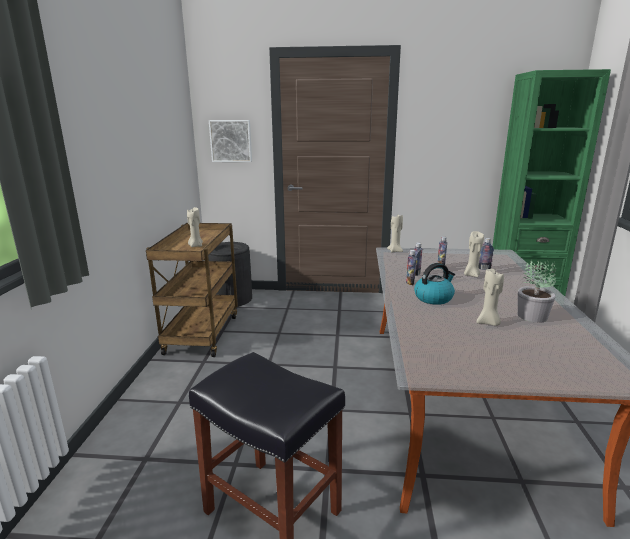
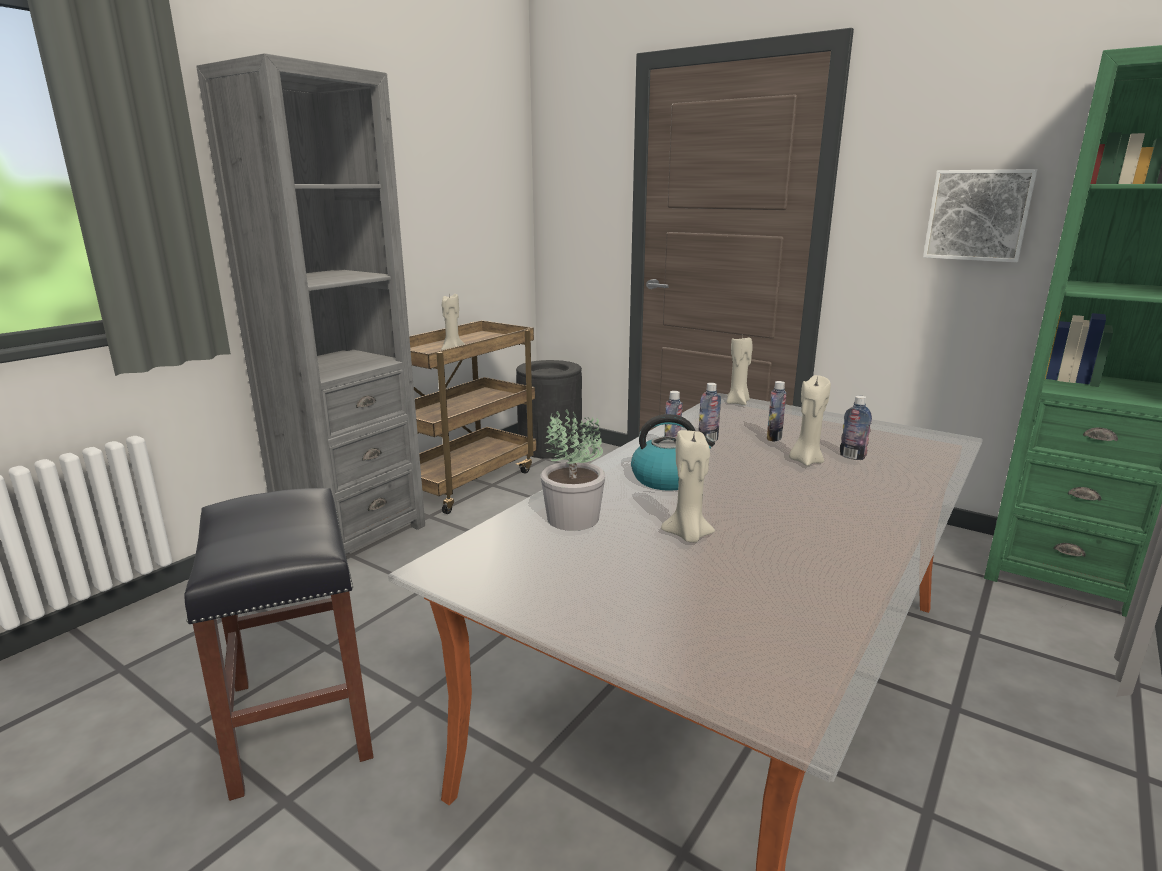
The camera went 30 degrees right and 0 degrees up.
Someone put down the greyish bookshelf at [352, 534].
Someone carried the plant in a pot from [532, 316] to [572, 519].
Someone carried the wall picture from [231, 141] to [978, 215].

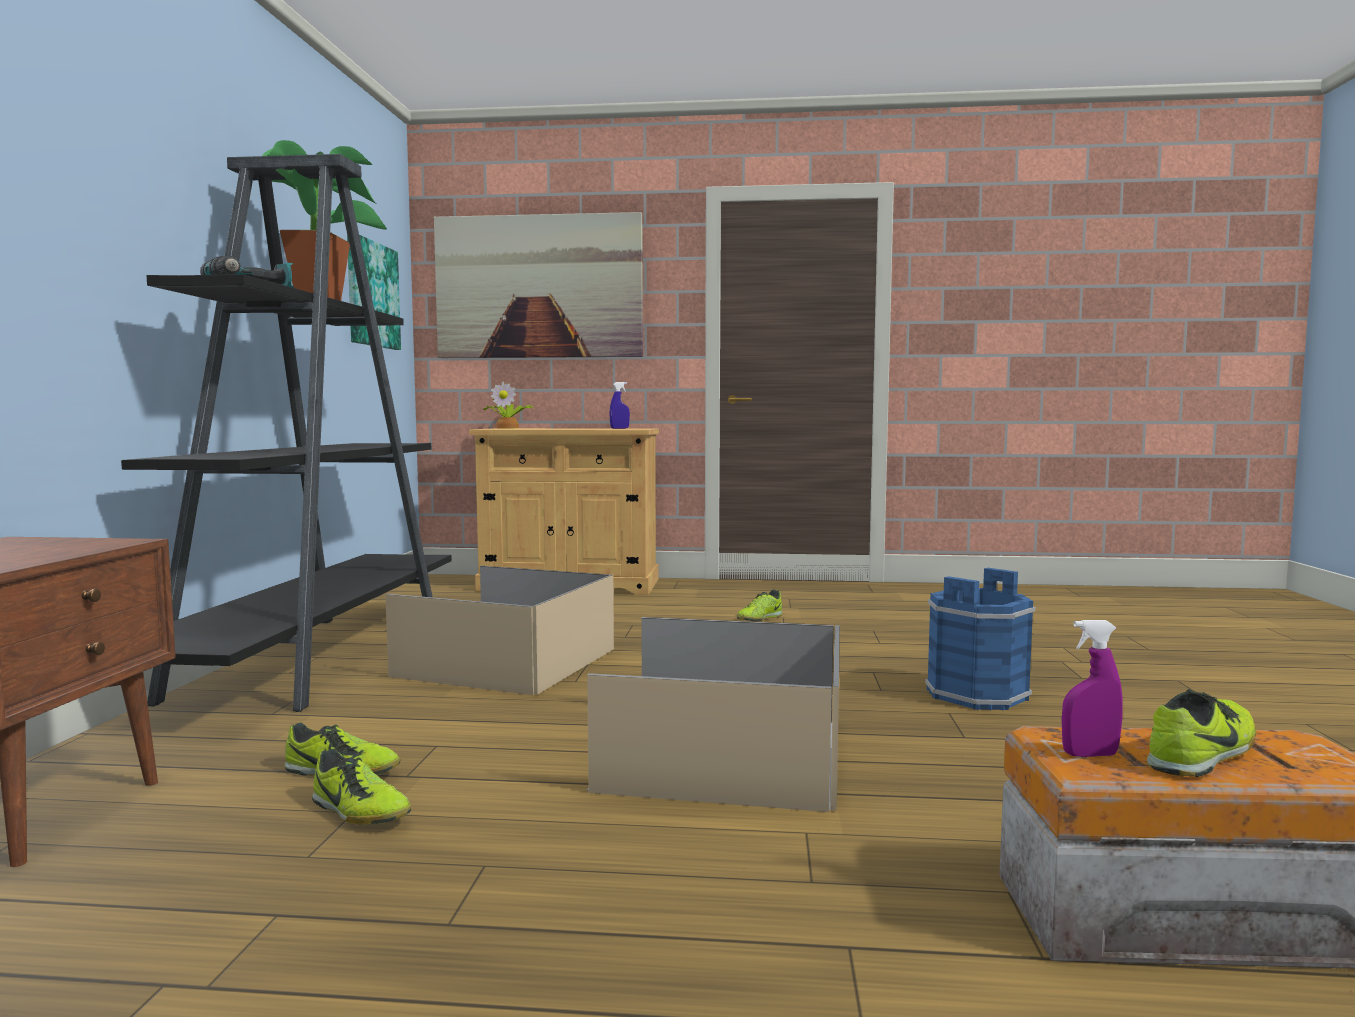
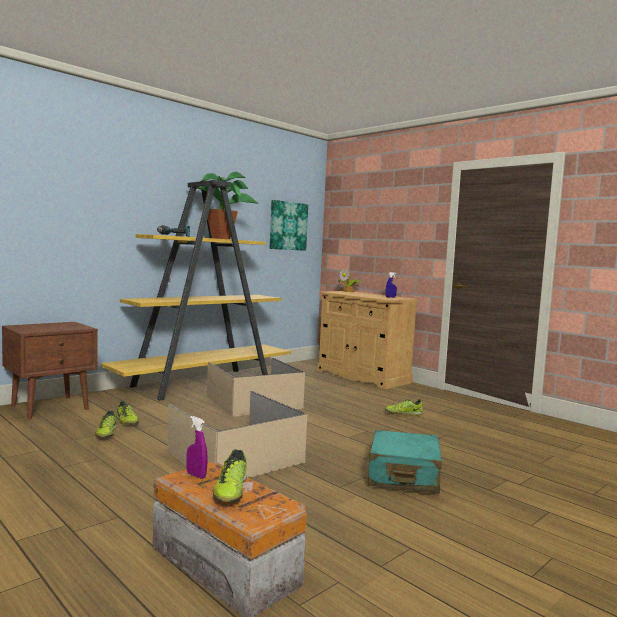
The camera went 40 degrees right and 0 degrees up.
Someone repainted the black-coloured bookshelf at [318, 657], which became the yellow bookshelf at [204, 383].
Someone rotated the item of footwear at [1203, 753] by 90 degrees clockwise.
Someone swapped the blue pail at [978, 694] for the turquoise piece of luggage at [403, 476].
Someone took away the wall picture at [539, 287].

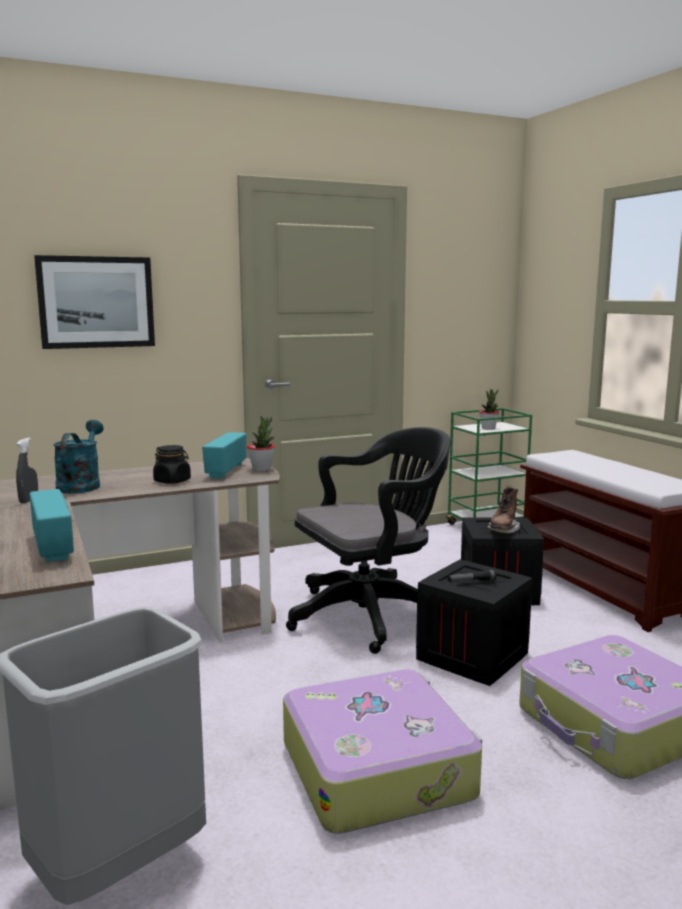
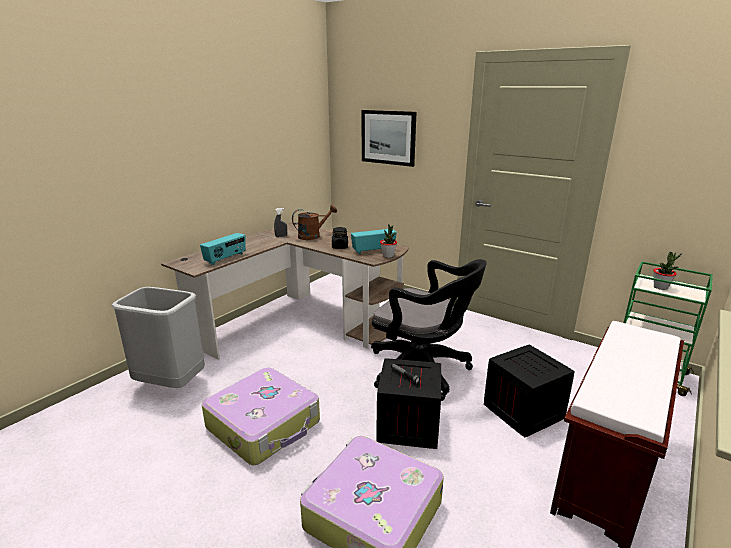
The camera went 60 degrees right and 10 degrees up.
Someone repainted the turquoise watering can at [81, 485], which became the brownish watering can at [313, 236].
Someone took away the brownish tall boot at [503, 530].

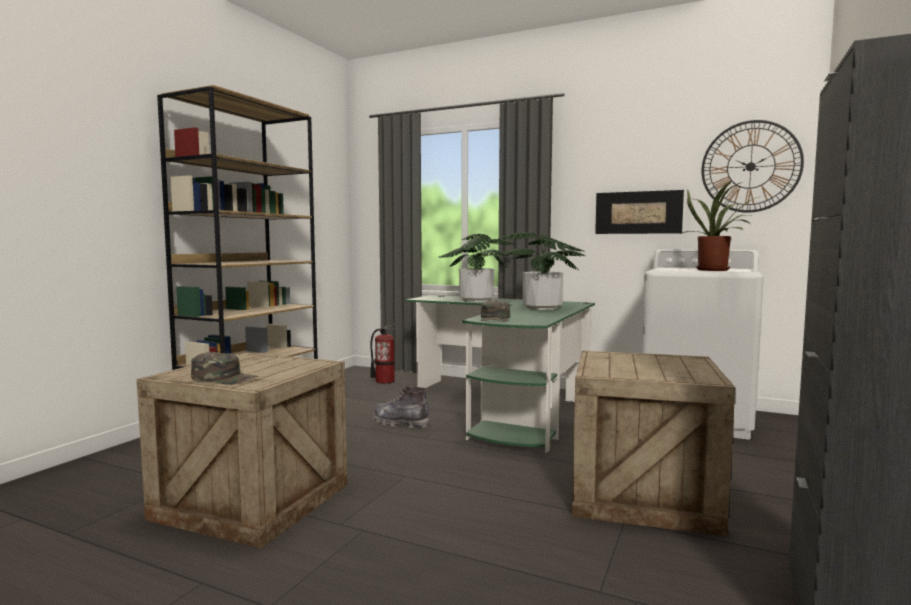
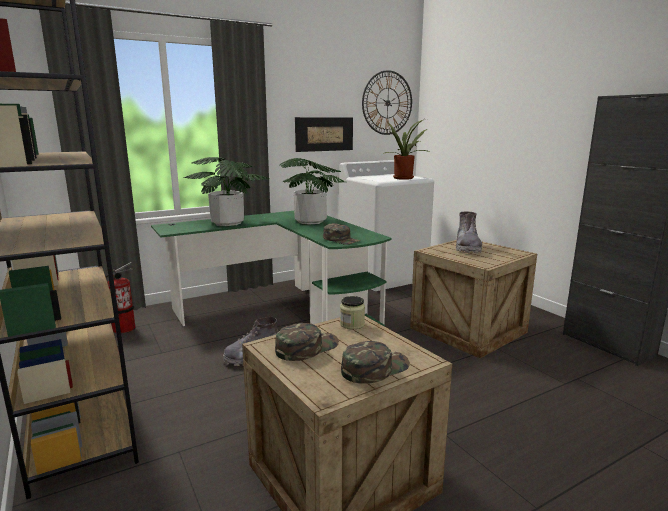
The camera went 55 degrees left and 10 degrees up.
Someone put down the green baseball cap at [306, 347].
Someone put down the preserve jar at [352, 324].
Someone put down the greyish tall boot at [467, 248].

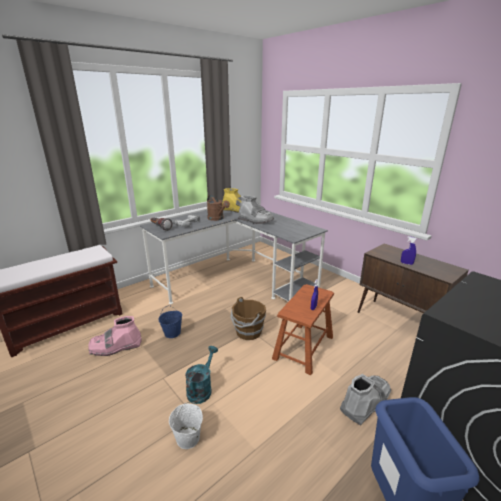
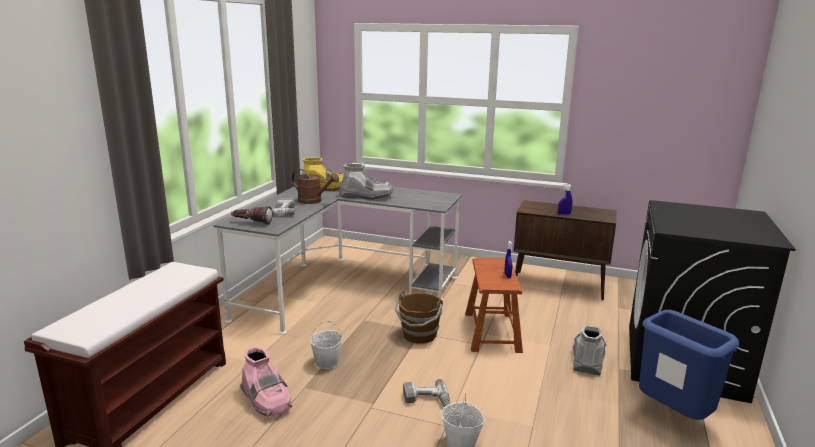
The camera went 30 degrees left and 5 degrees down.
Someone rotated the pinkish tall boot at [116, 347] by 75 degrees counterclockwise.
Someone repainted the blue pail at [172, 333], which became the whitish pail at [327, 362].
Someone swapped the turquoise watering can at [201, 389] for the drill at [427, 401].

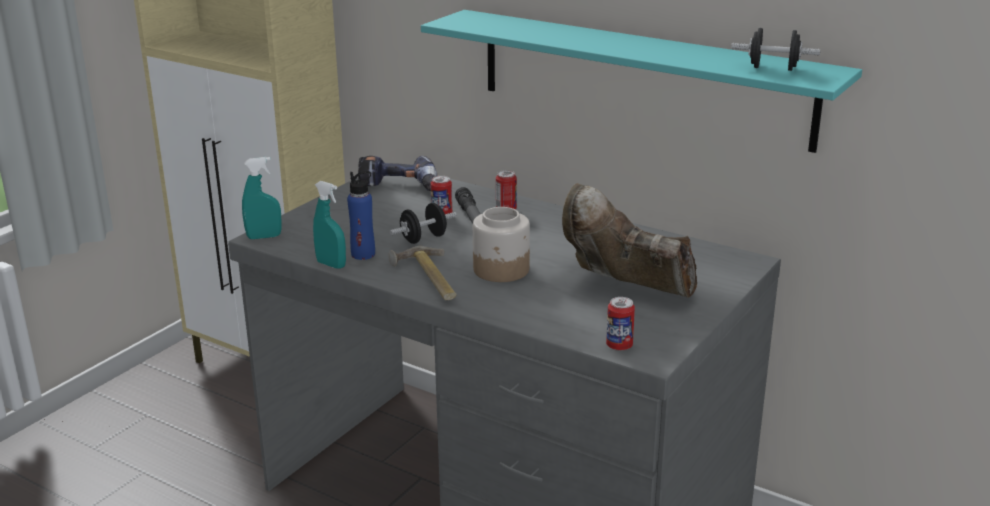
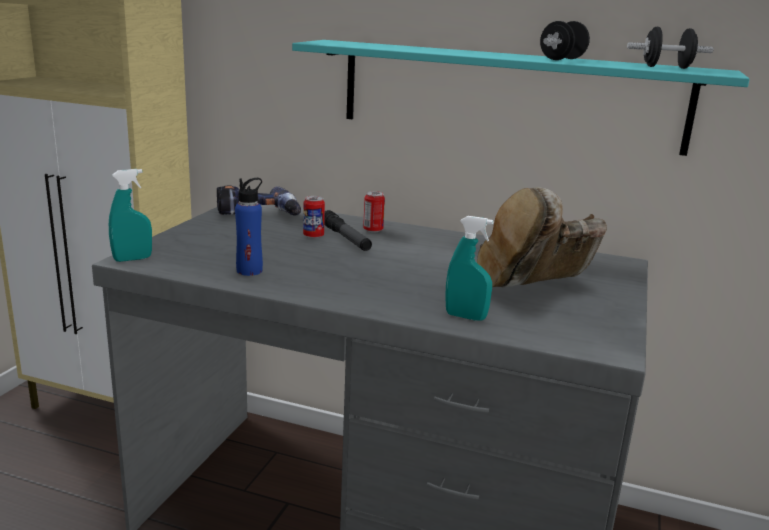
The camera went 15 degrees left and 5 degrees down.
Someone carried the turquoise spray bottle from [331, 264] to [465, 317].
Someone rotated the brownish tall boot at [625, 290] by 45 degrees counterclockwise.
Someone carried the black-coloured dumbbell from [423, 238] to [562, 59].
Someone took away the hand hammer at [427, 280].
Someone took away the preserve jar at [501, 270].
Someone took away the can at [619, 346].

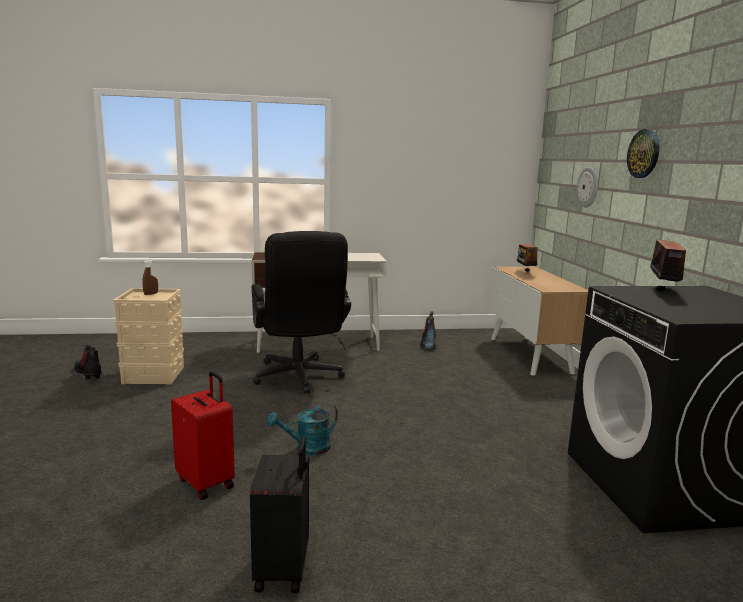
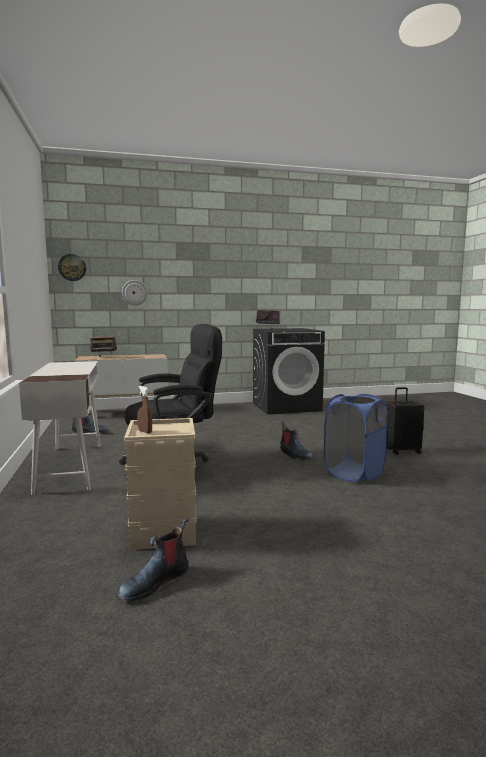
The camera went 95 degrees left and 5 degrees down.
Someone carried the clock on the wall from [644, 153] to [72, 267].
Someone swapped the turquoise watering can at [307, 448] for the tall boot at [294, 455].
Someone swapped the red-coloured piece of luggage at [207, 482] for the blue washing basket at [354, 473].

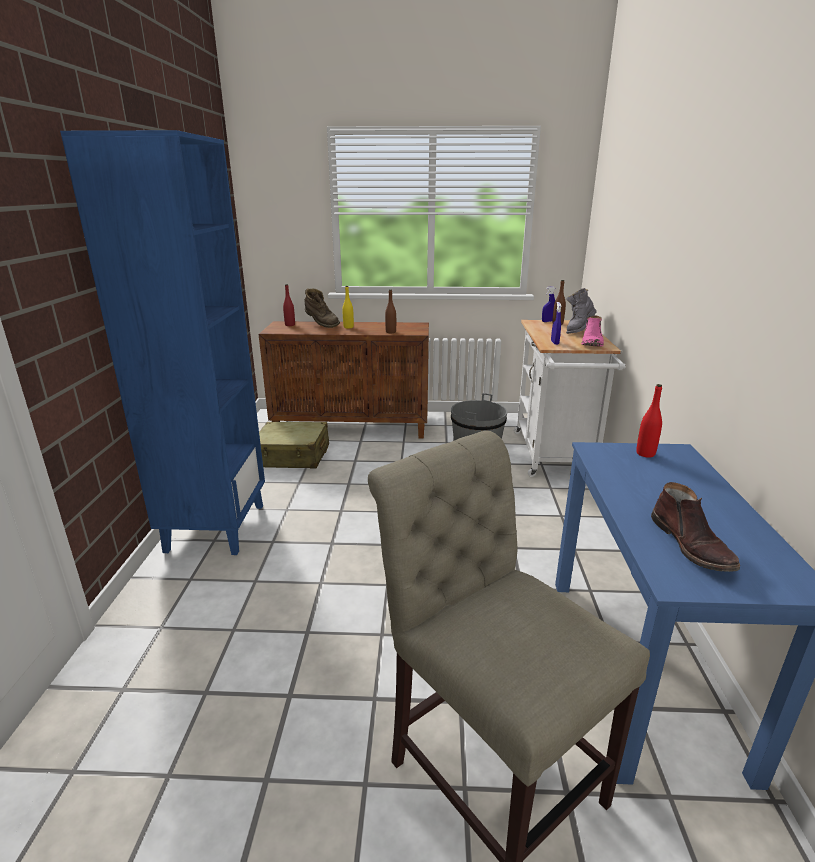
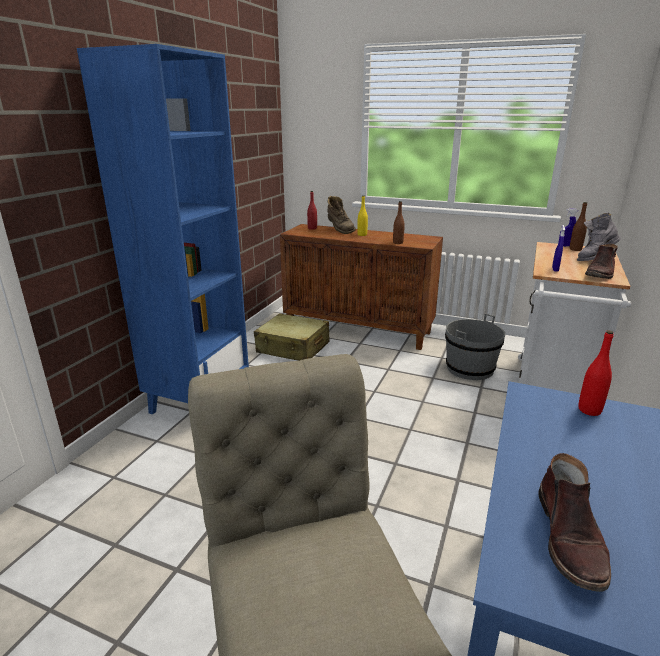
The camera went 20 degrees right and 0 degrees up.
Someone repainted the pinkish tall boot at [592, 343], which became the brownish tall boot at [600, 274].

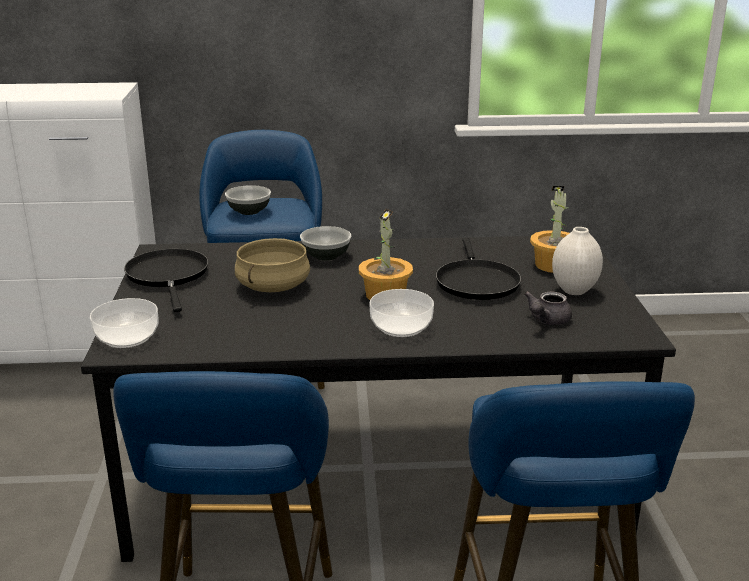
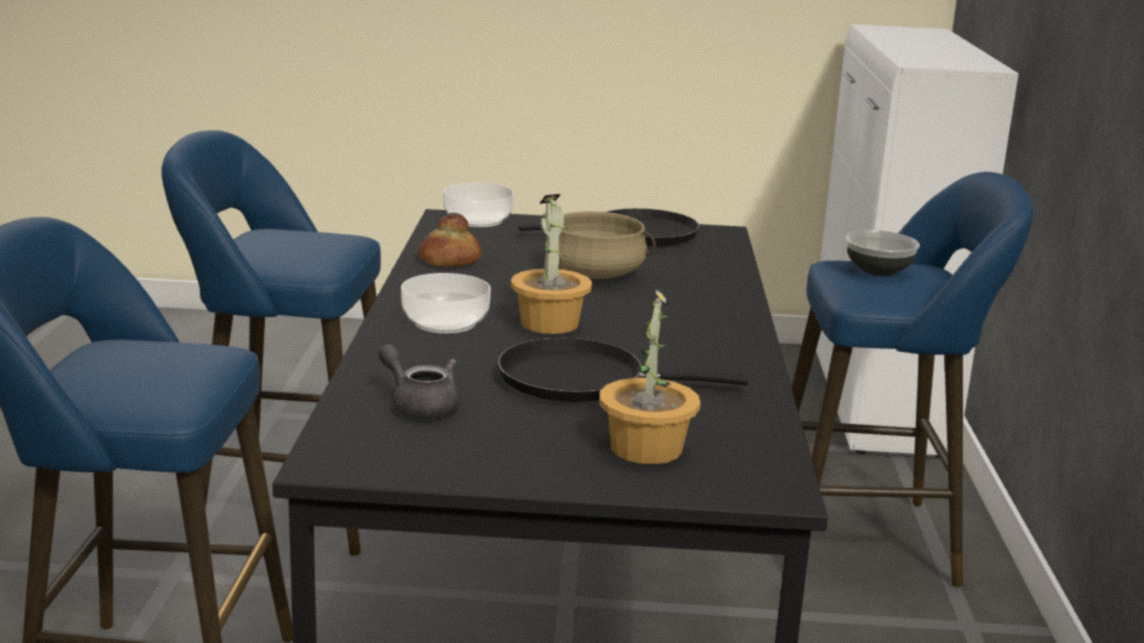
The camera went 95 degrees right and 5 degrees down.
Someone put down the bread at [449, 261].
Someone took away the bowl at [326, 255].
Someone took away the whitish decorative vase at [573, 291].

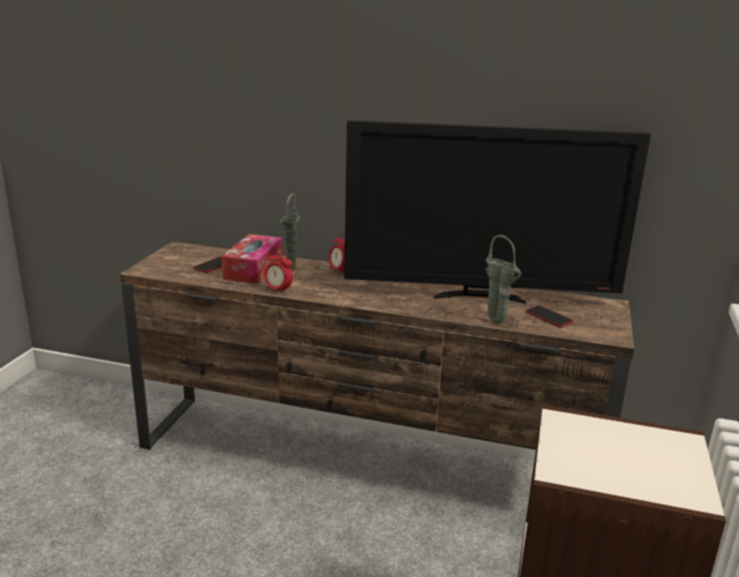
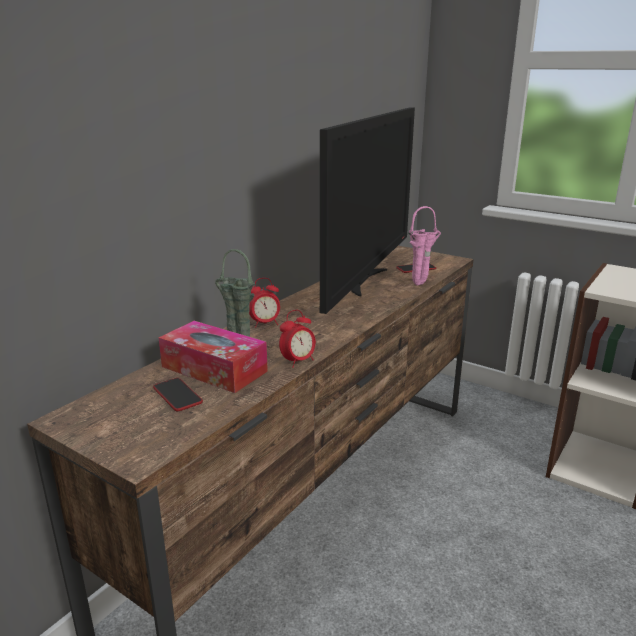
The camera went 70 degrees left and 0 degrees up.
Someone repainted the green decorative vase at [498, 322], which became the pinkish decorative vase at [421, 284].

